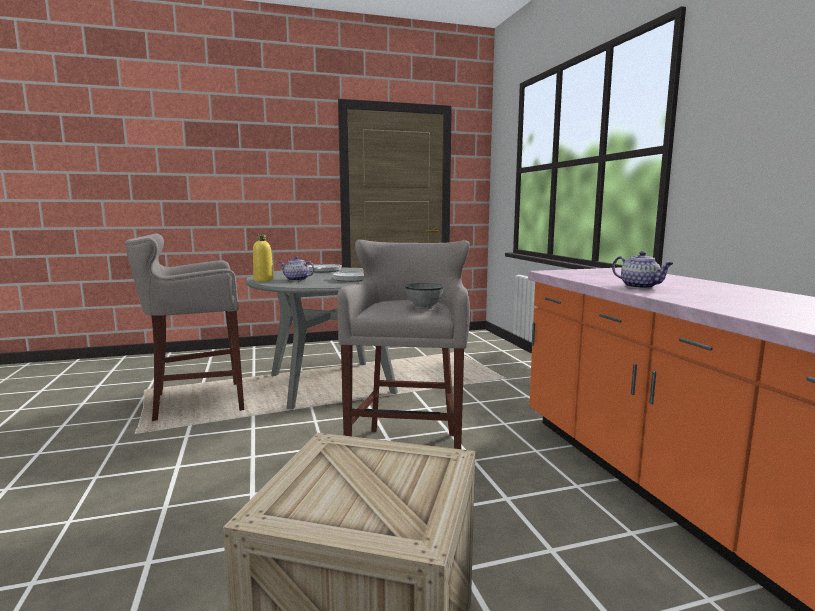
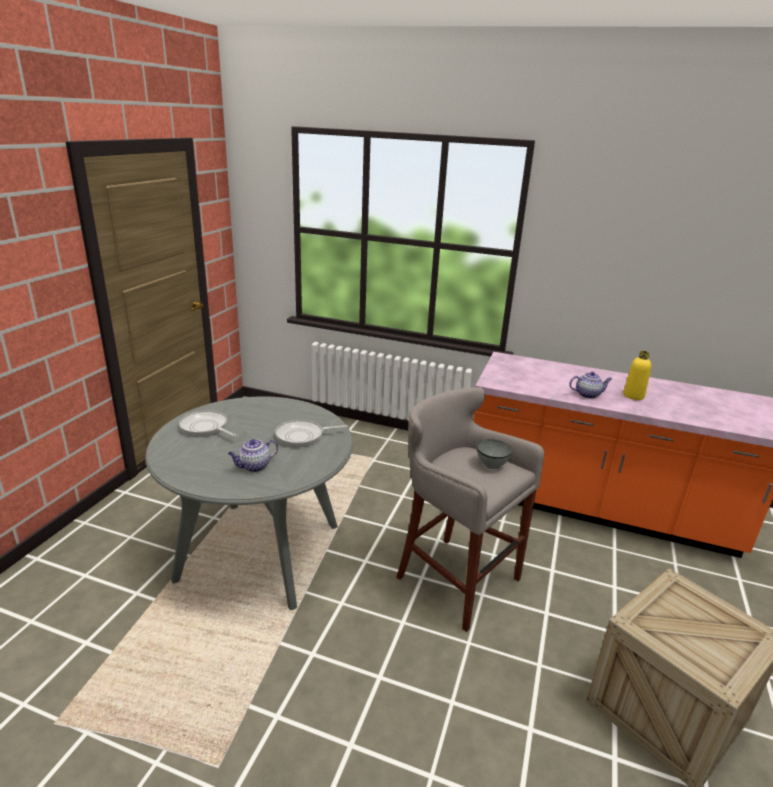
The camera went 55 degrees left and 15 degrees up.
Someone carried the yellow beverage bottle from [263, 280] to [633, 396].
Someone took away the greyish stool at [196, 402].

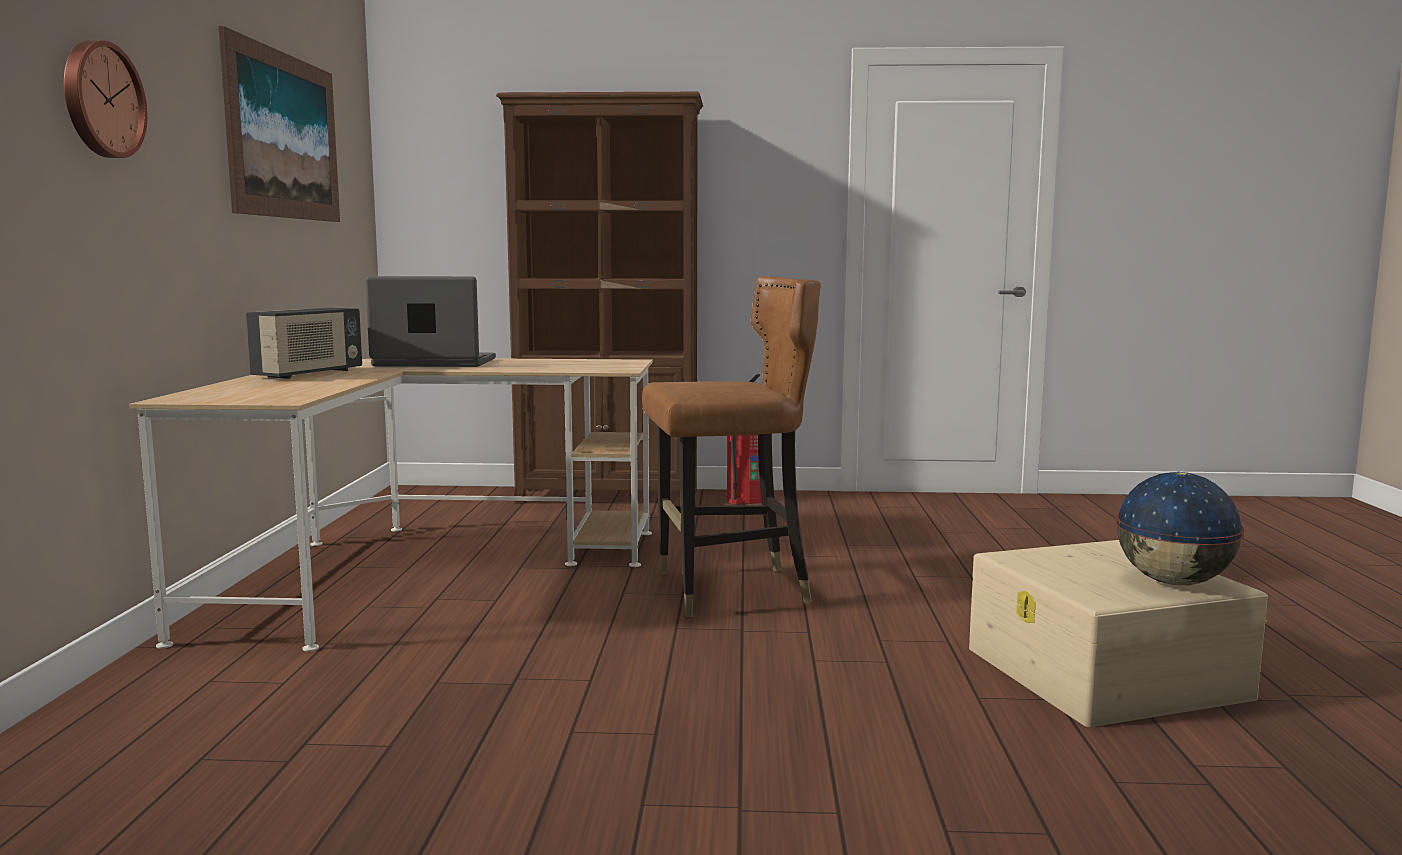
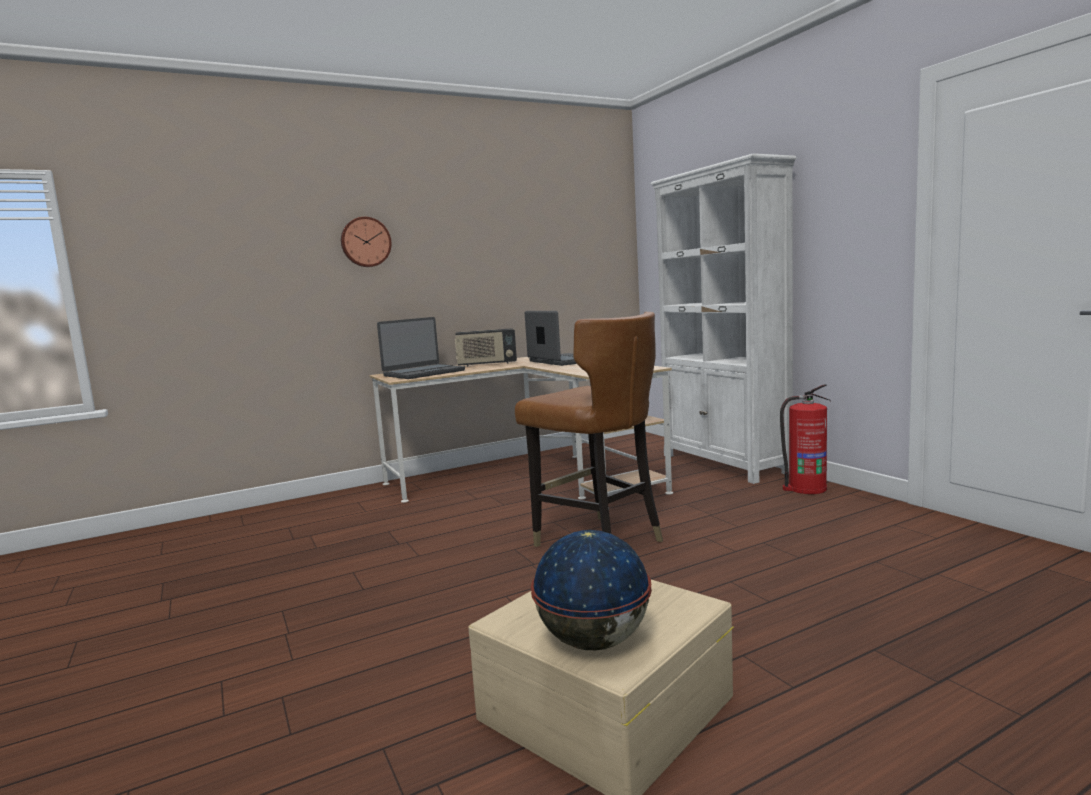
The camera went 60 degrees right and 0 degrees up.
Someone put down the laptop at [423, 373].
Someone repainted the brownish bookshelf at [609, 496], which became the whitish bookshelf at [724, 464].
Someone took away the wall picture at [284, 136].

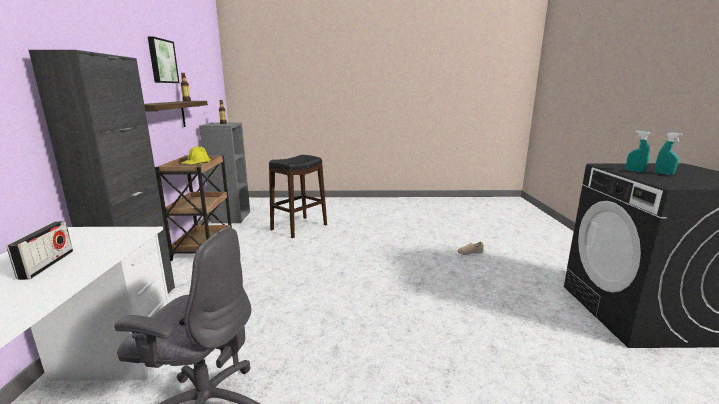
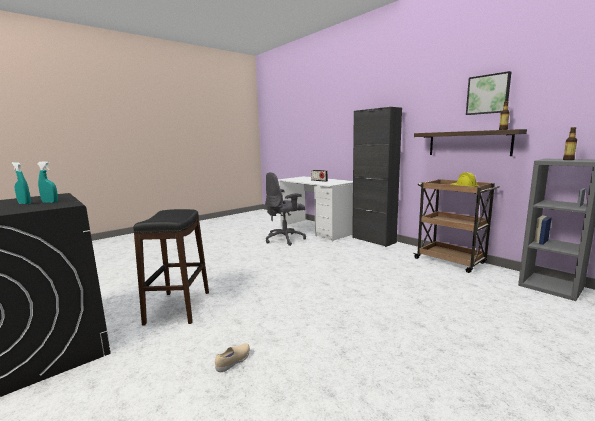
The camera went 140 degrees right and 5 degrees down.
Someone carried the black-coloured stool from [299, 227] to [178, 307].

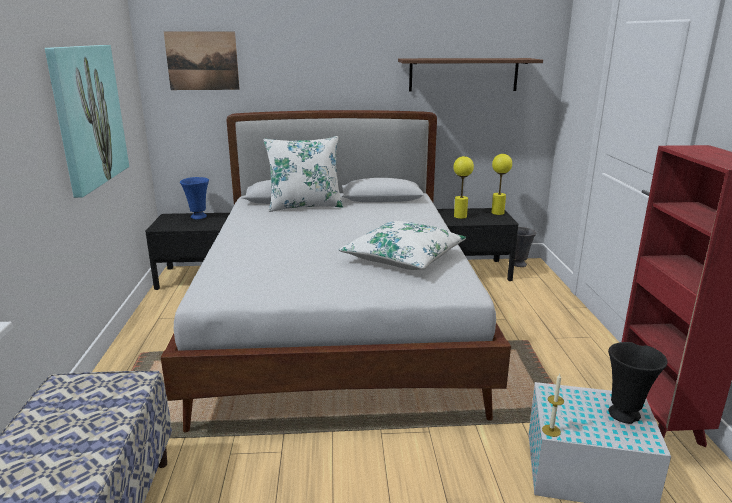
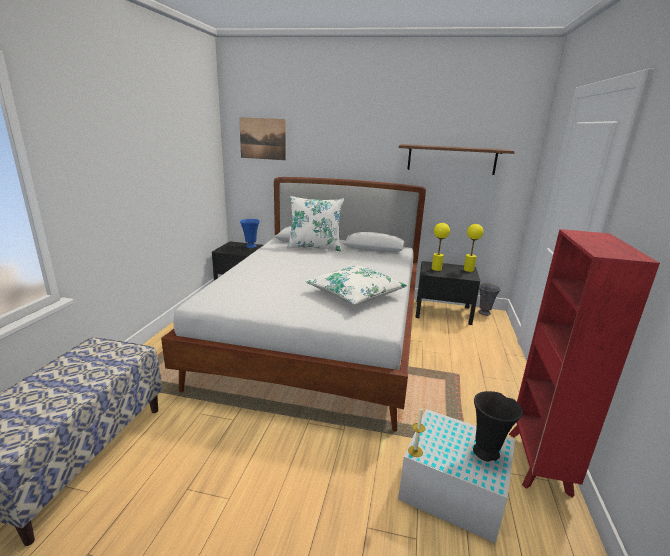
The camera went 15 degrees right and 0 degrees up.
Someone took away the wall picture at [88, 116].

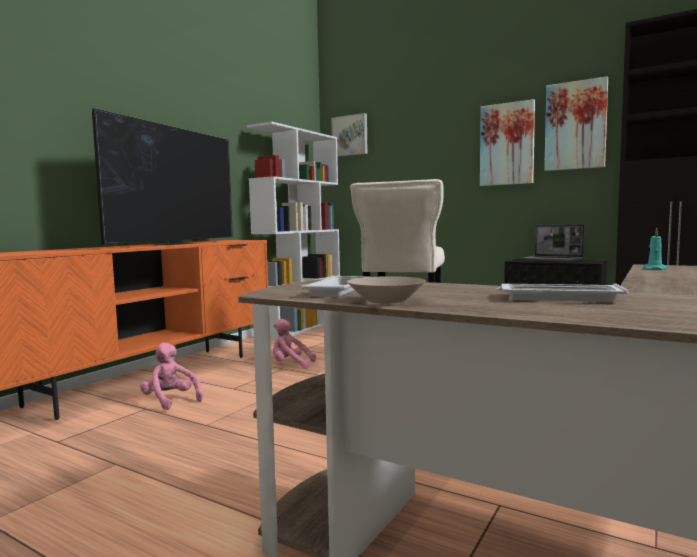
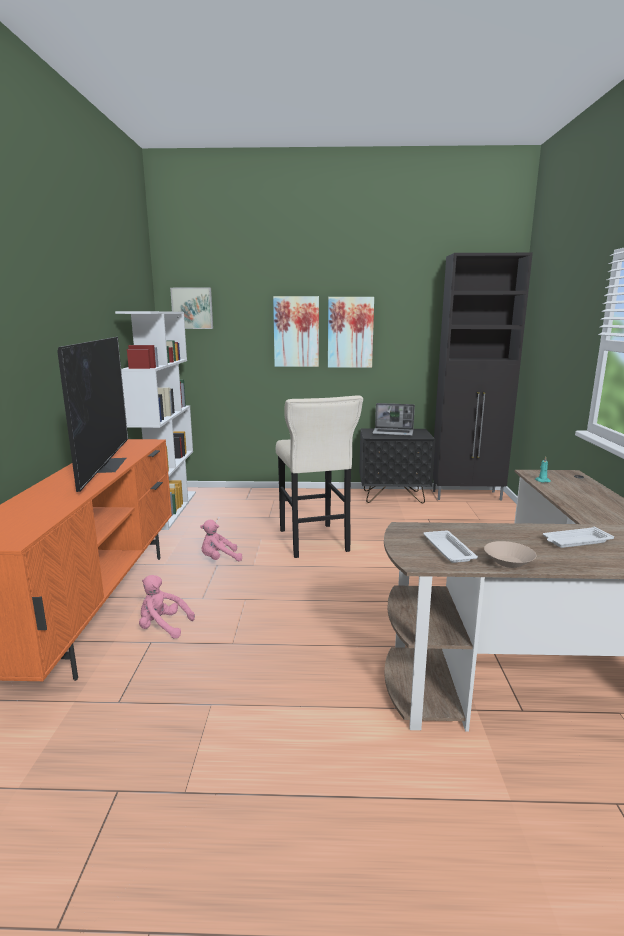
The camera went 30 degrees left and 10 degrees up.
Someone carried the wall picture from [575, 125] to [296, 332].

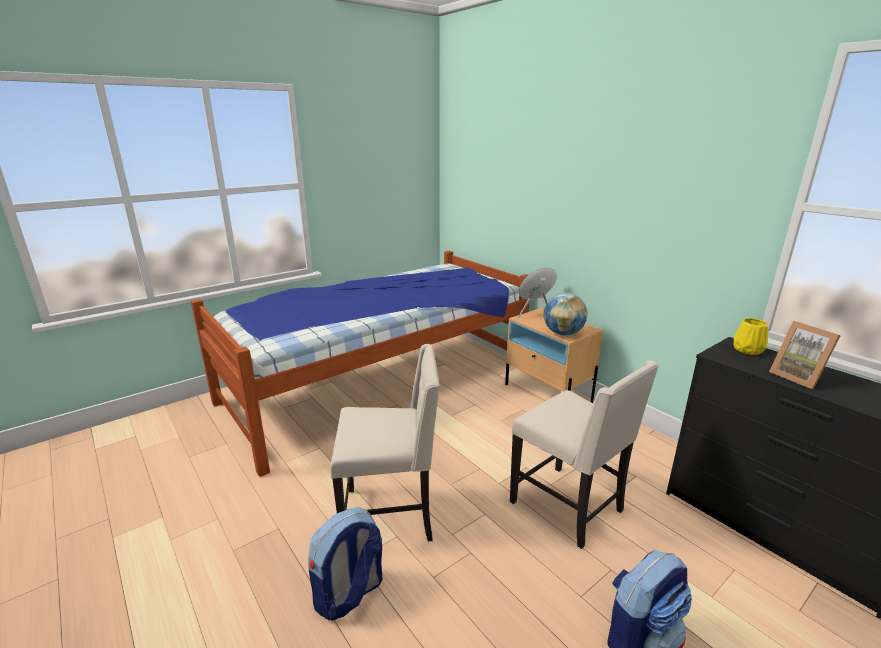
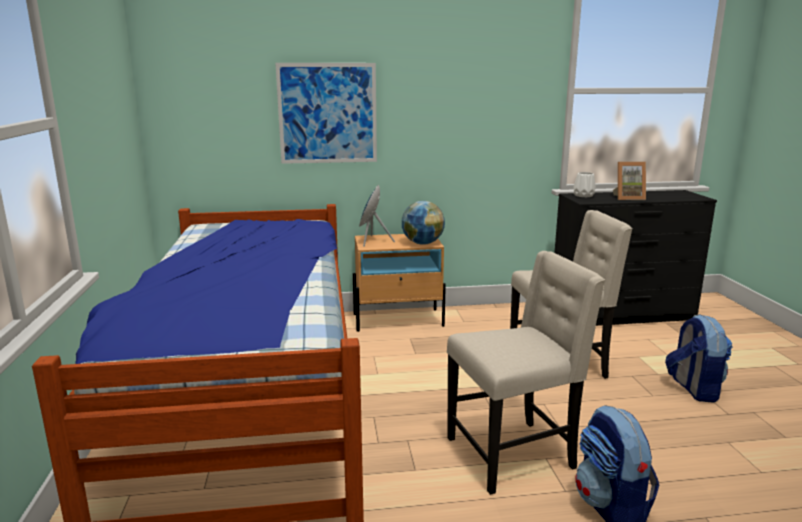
The camera went 60 degrees left and 5 degrees down.
Someone put up the wall picture at [327, 113].
Someone rotated the sand-coloured upright chair at [390, 515] by 45 degrees clockwise.
Someone repainted the yellow decorative vase at [746, 350], which became the whitish decorative vase at [583, 195].

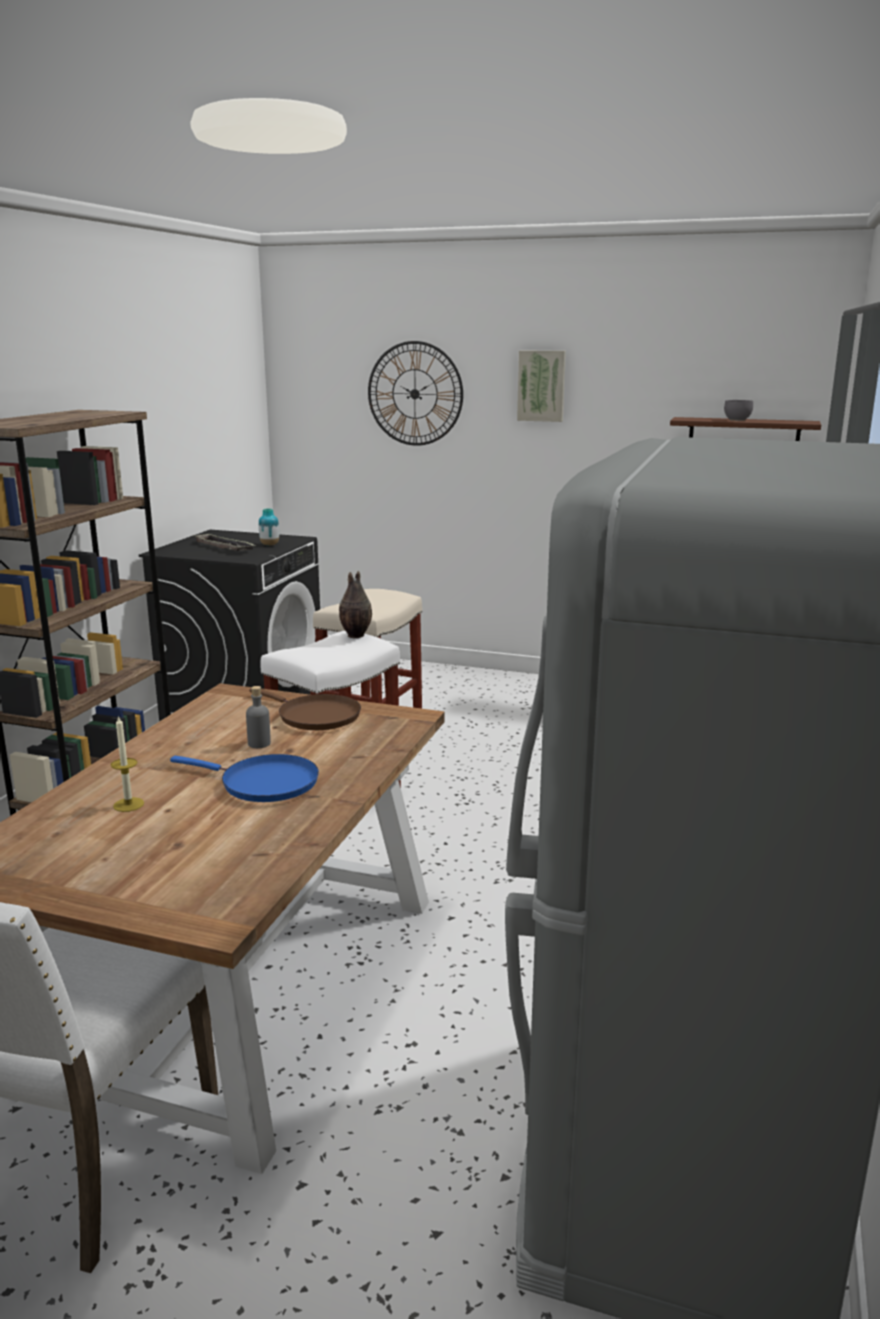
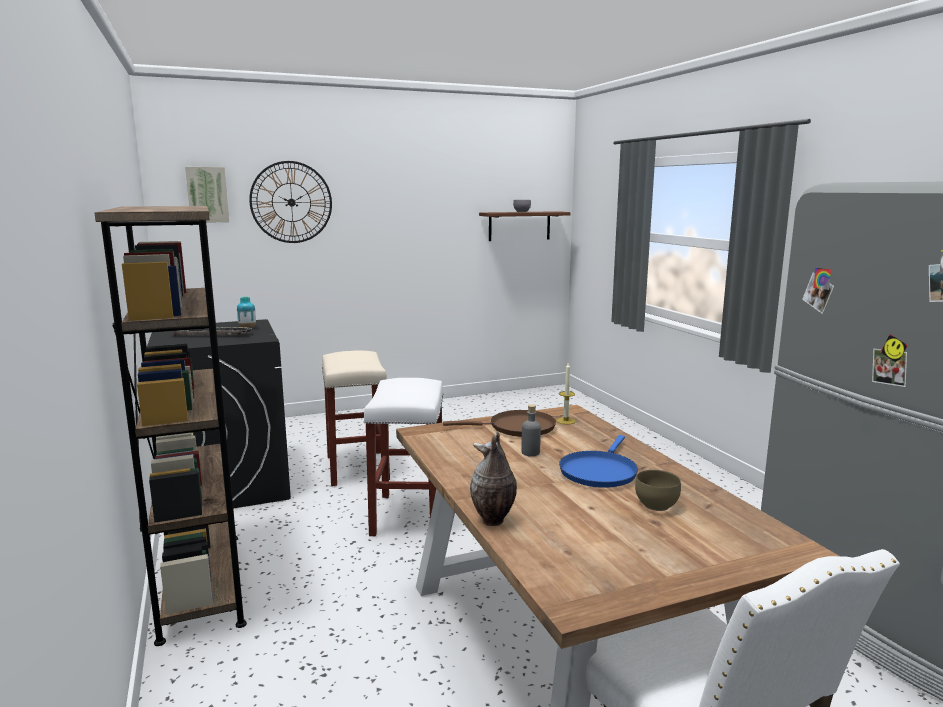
The camera went 40 degrees left and 5 degrees down.
Someone carried the wall picture from [541, 386] to [207, 194].
Someone carried the decorative vase from [355, 636] to [493, 520].
Someone carried the wax candle from [128, 804] to [566, 421].
Someone rotated the blue skillet at [263, 783] by 135 degrees clockwise.
Someone put down the brownish bowl at [657, 506].

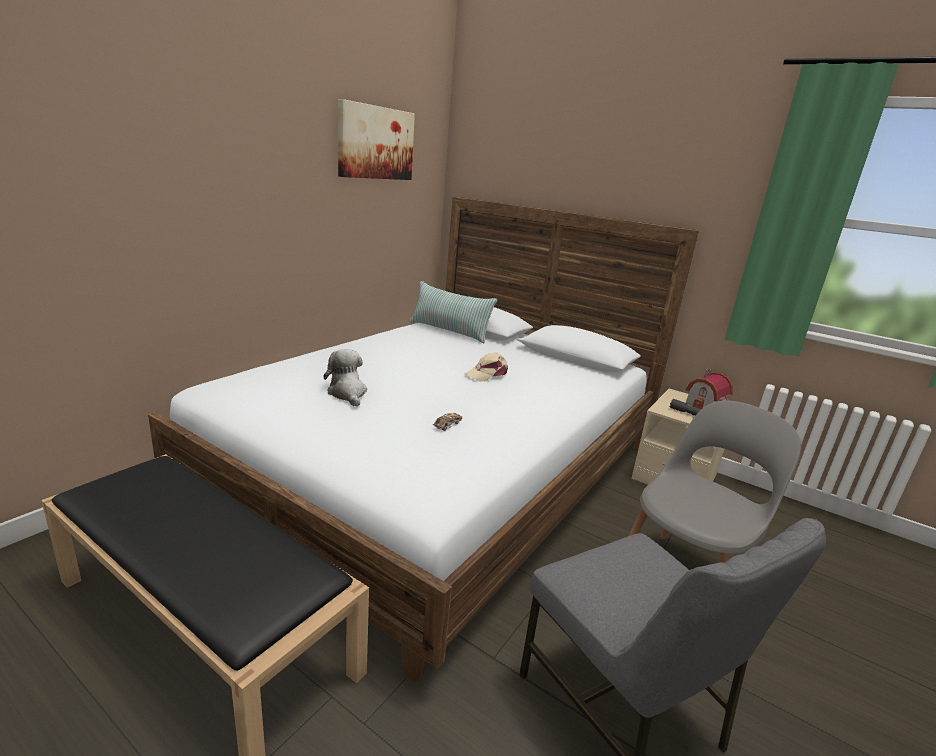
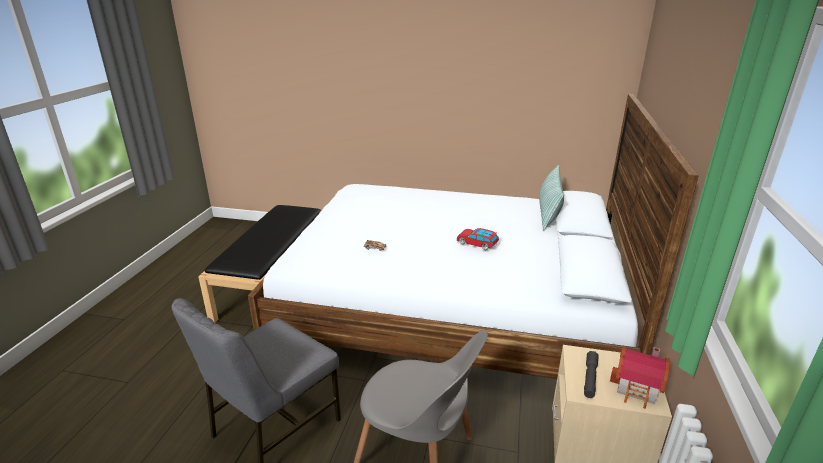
The camera went 70 degrees right and 5 degrees up.
Someone swapped the sand-coloured baseball cap at [487, 374] for the model car at [477, 244].
Someone took away the soft toy at [347, 393].
Someone took away the wall picture at [375, 143].

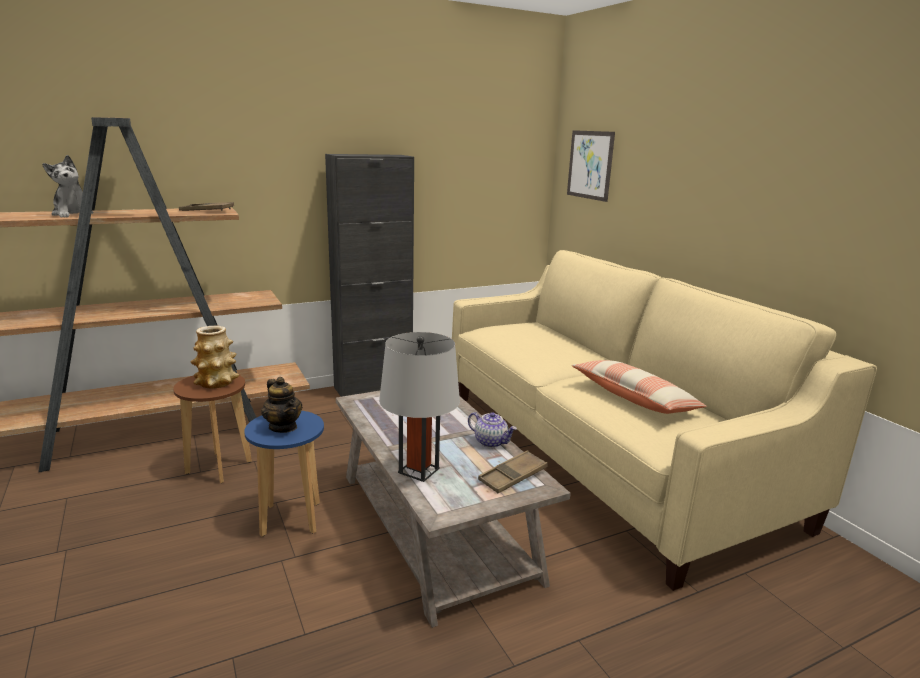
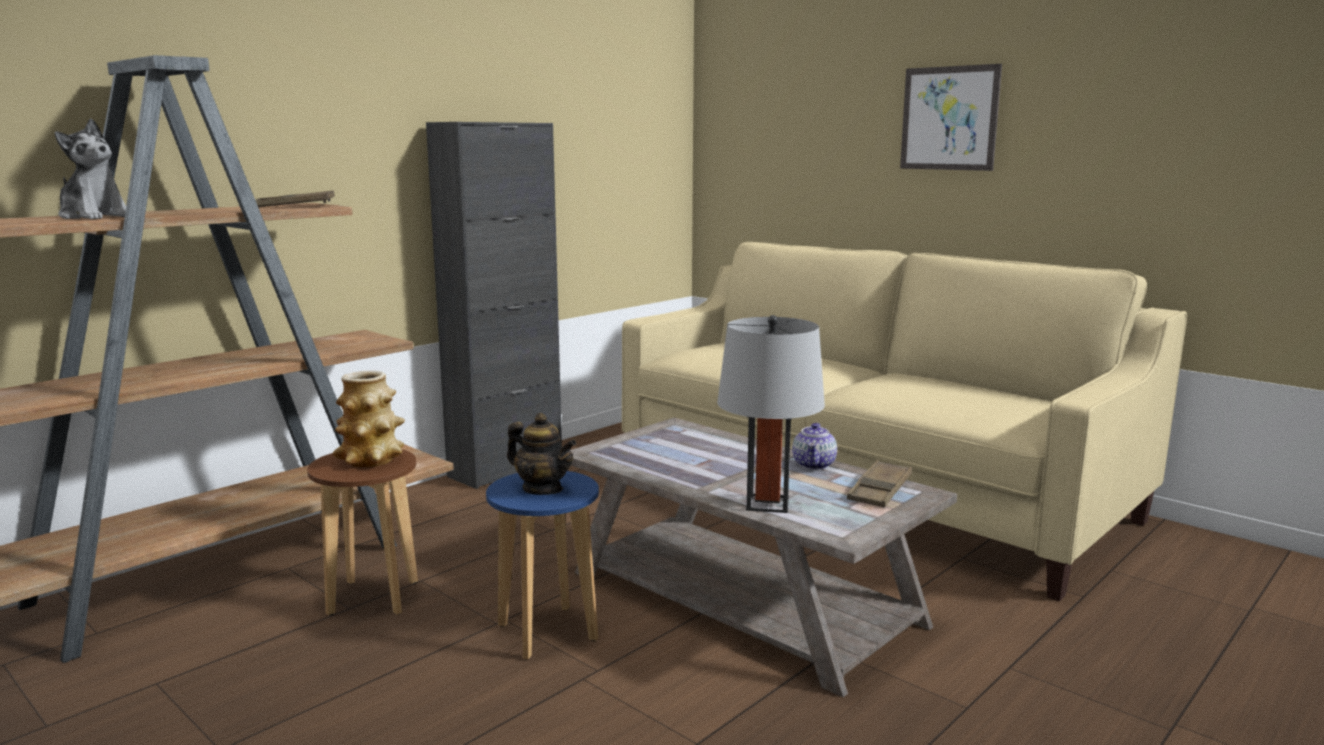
The camera went 20 degrees left and 5 degrees down.
Someone rotated the teapot at [491, 442] by 90 degrees clockwise.
Someone carried the wall picture from [590, 165] to [949, 118].
Someone took away the pillow at [634, 398].

